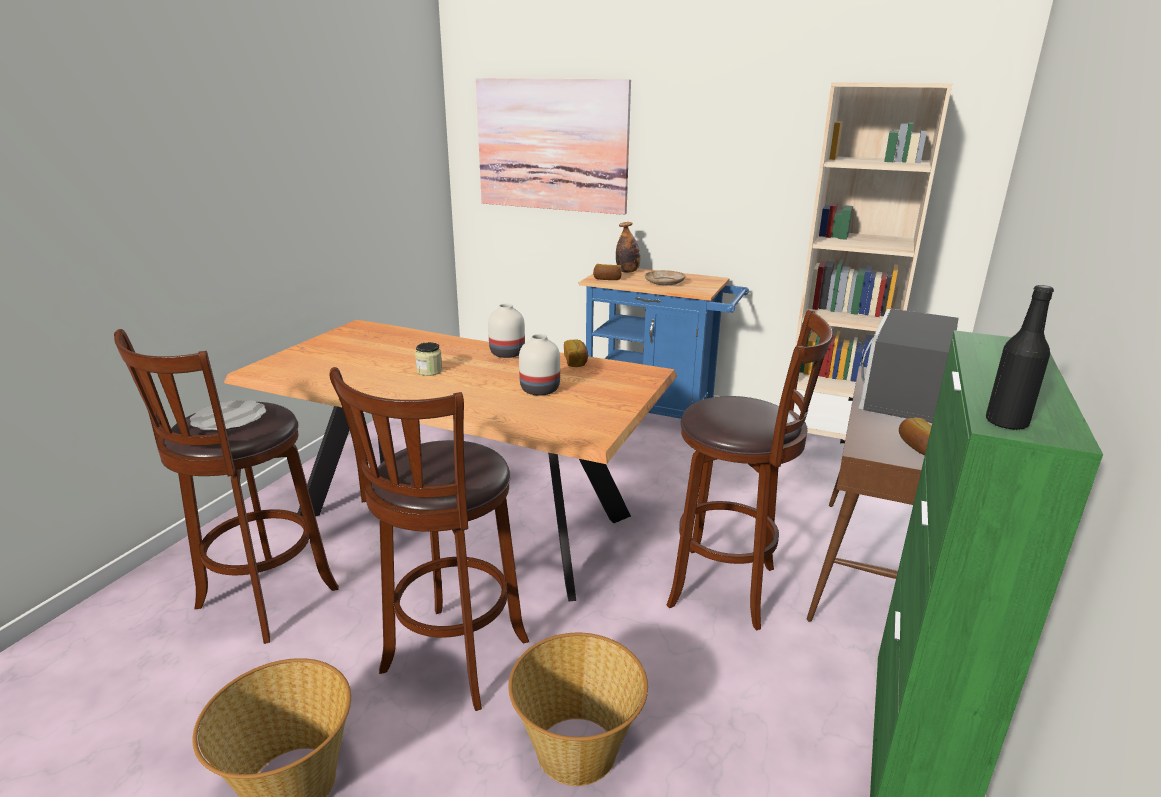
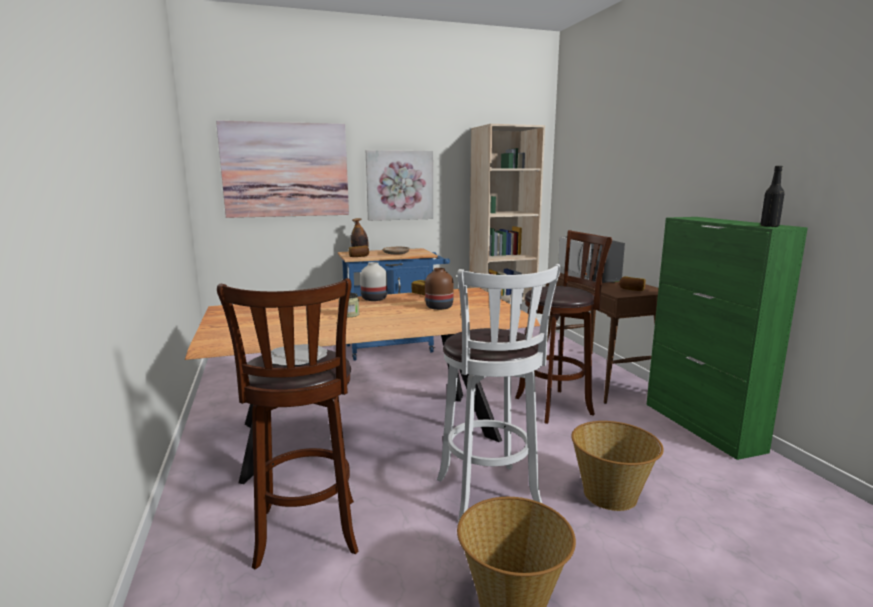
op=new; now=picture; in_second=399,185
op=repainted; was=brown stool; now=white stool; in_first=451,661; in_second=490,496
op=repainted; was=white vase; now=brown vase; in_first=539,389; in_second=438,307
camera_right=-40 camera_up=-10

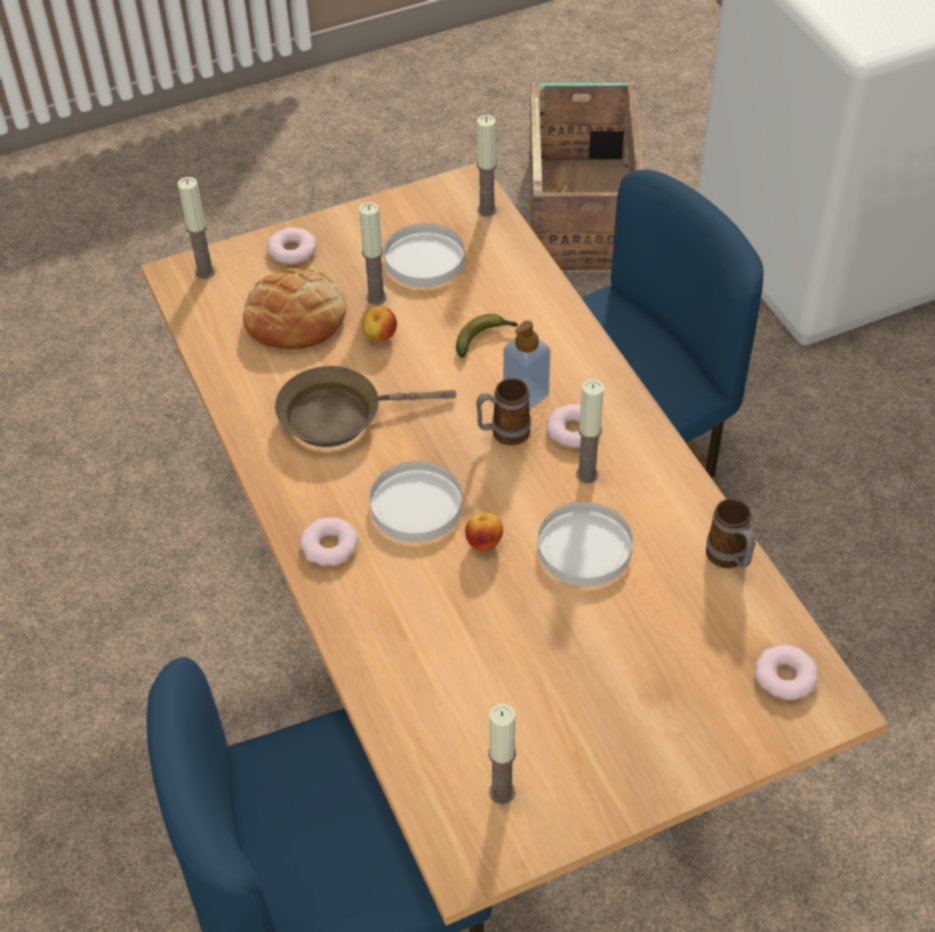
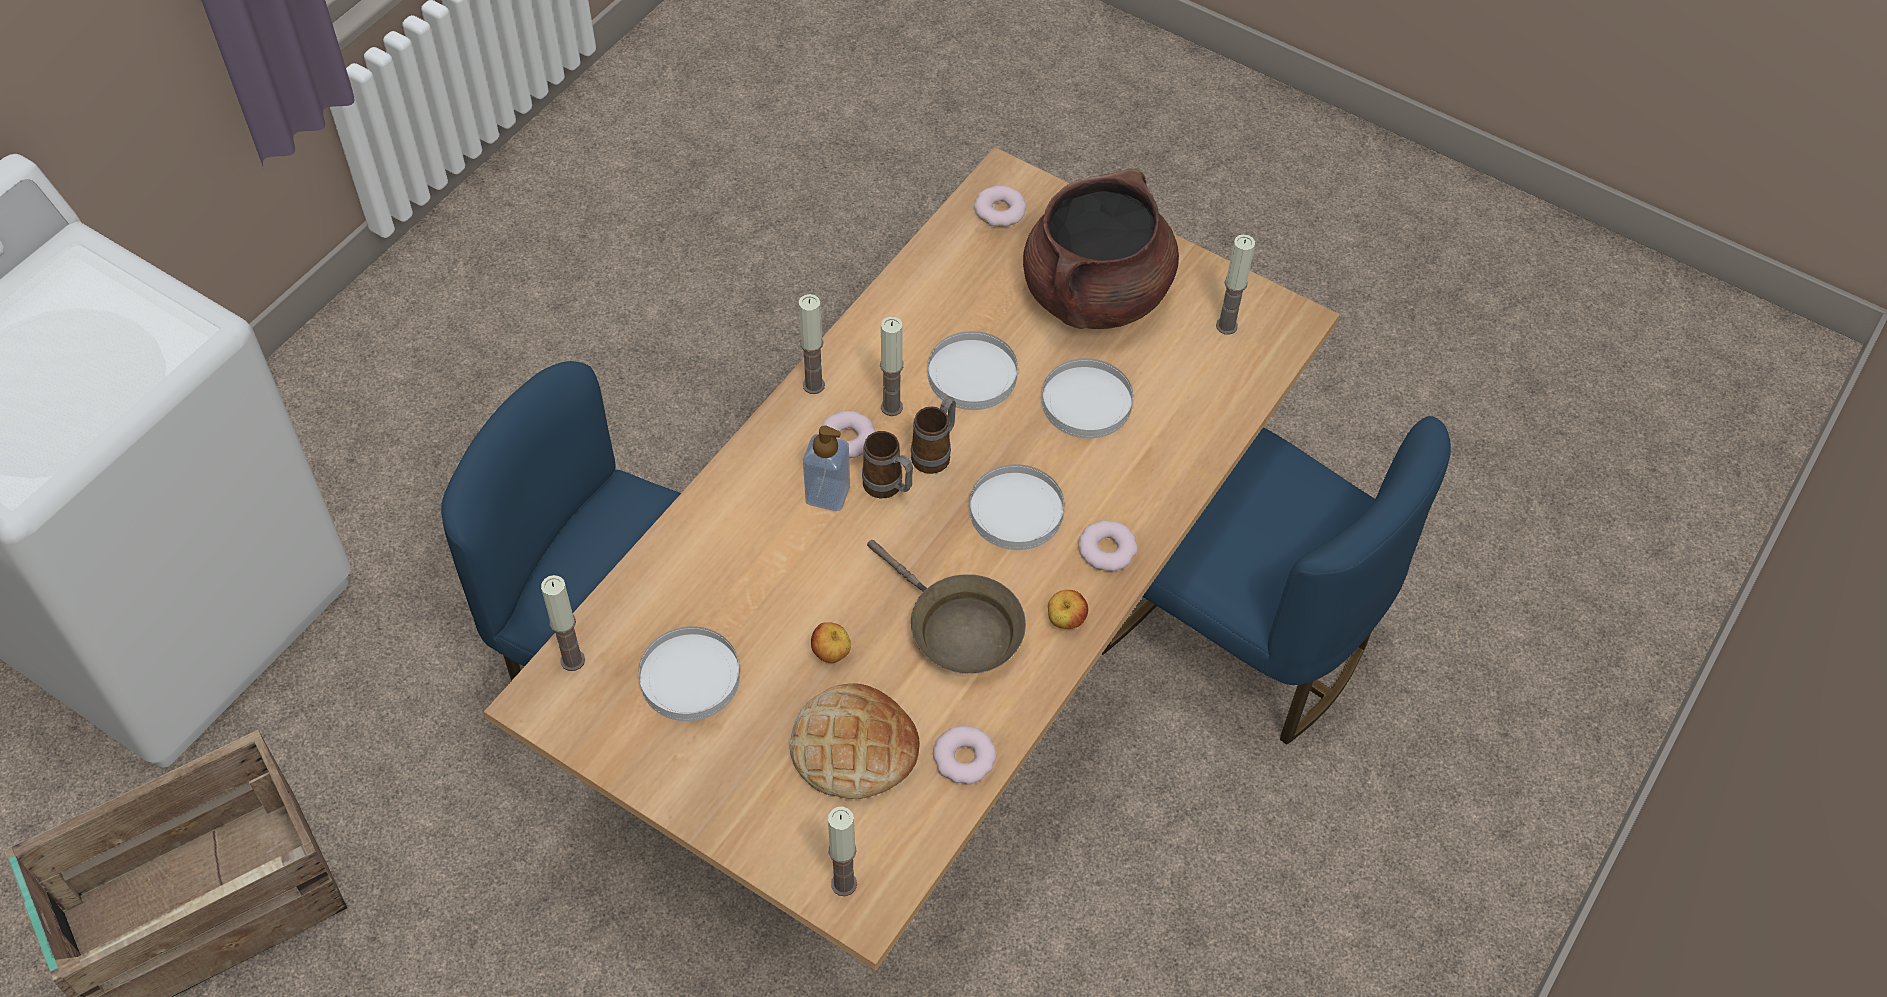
op=gone; was=banana; in_first=484,338
op=new; now=brown cooking pot; in_second=1095,295
op=new; now=white plate; in_second=1087,402
op=shifted; was=donut; in_first=291,250; in_second=964,759
op=shifted; was=candle; in_first=376,297; in_second=813,385
op=shifted; was=apple; in_first=484,543; in_second=1065,621
op=shifted; was=mug; in_first=729,560; in_second=935,453
camera_right=-125 camera_up=5

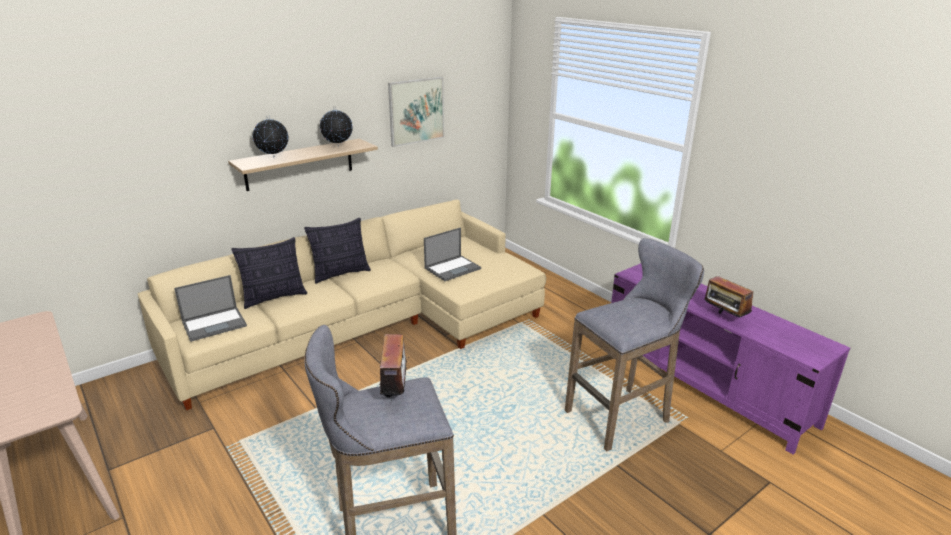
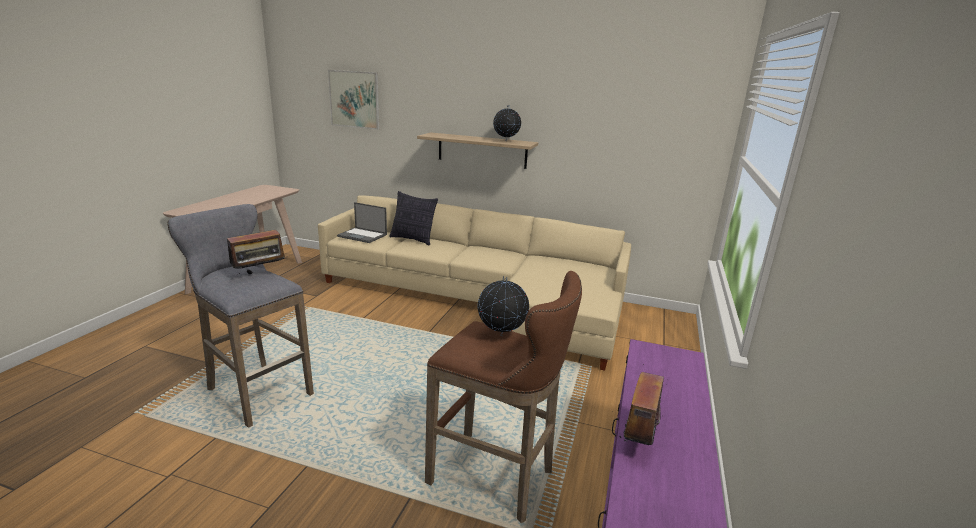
op=gone; was=pillow; in_first=341,274
op=gone; was=laptop; in_first=453,268
op=shifted; was=globe; in_first=273,158; in_second=501,335
op=shifted; was=picture; in_first=416,111; in_second=354,99
op=repainted; was=grey stool; now=brown stool; in_first=621,416; in_second=497,478
camera_right=55 camera_up=-5

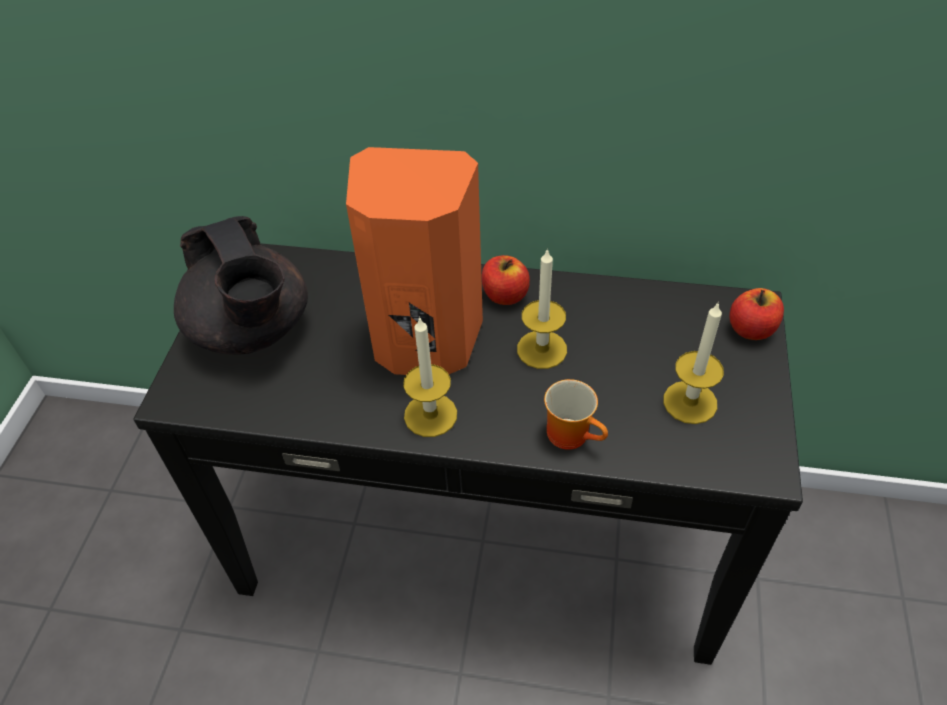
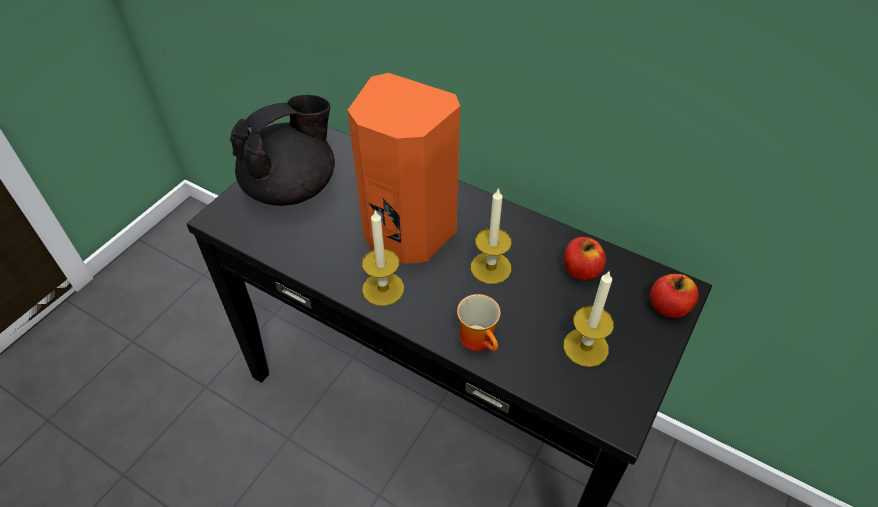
op=shifted; was=apple; in_first=505,295; in_second=581,270
op=rotated; was=black teapot; in_first=252,330; in_second=292,187; clockwise=-120
camera_right=20 camera_up=0

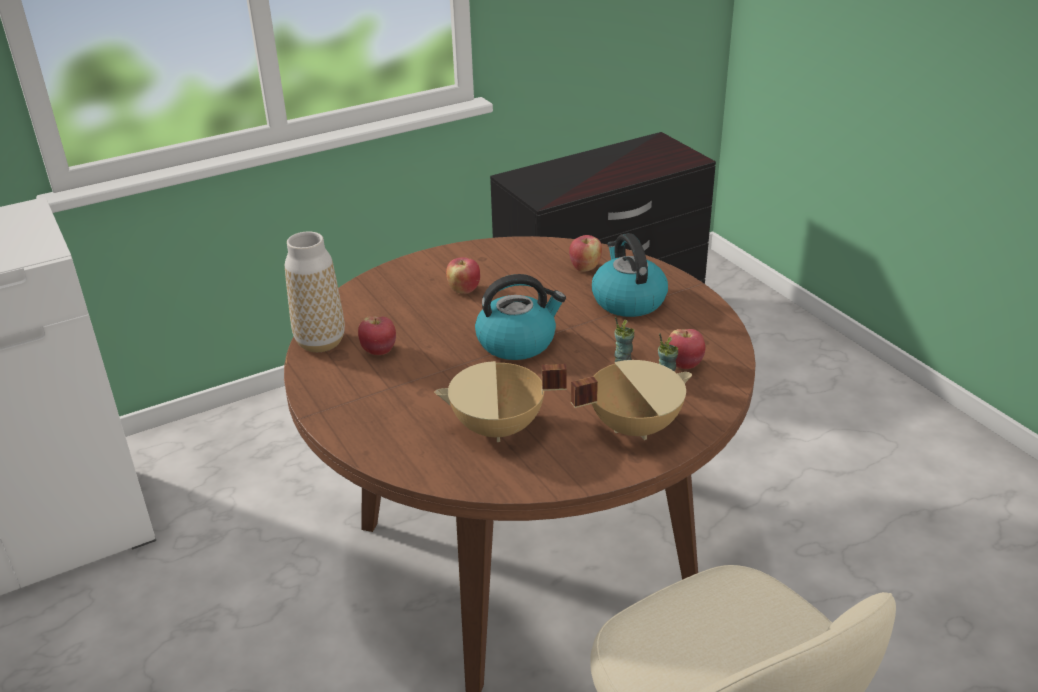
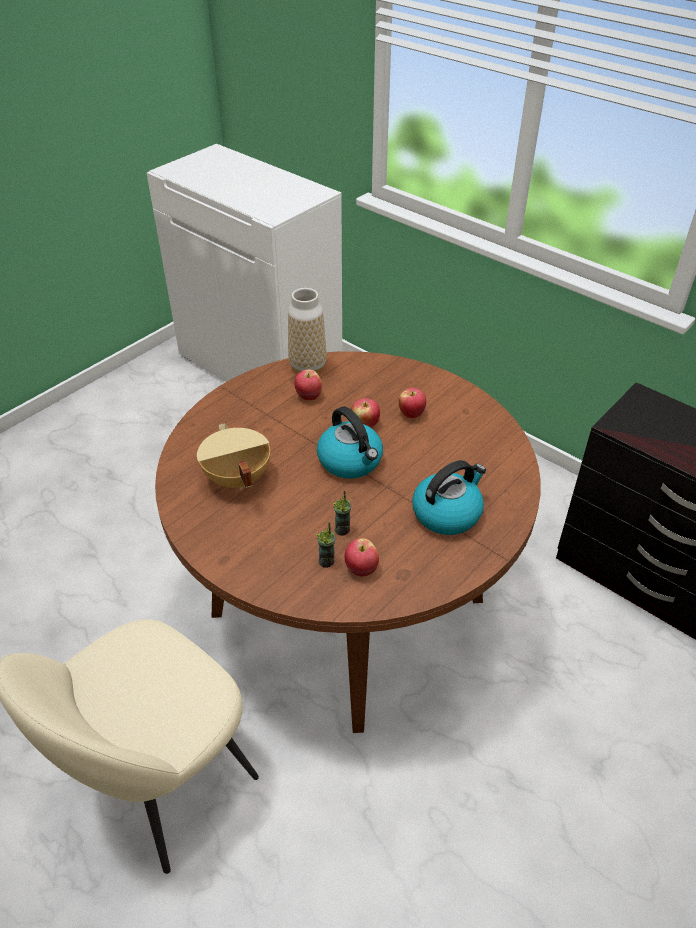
op=gone; was=beige cooking pot; in_first=633,426
op=shifted; was=apple; in_first=585,268; in_second=365,424
camera_right=70 camera_up=10

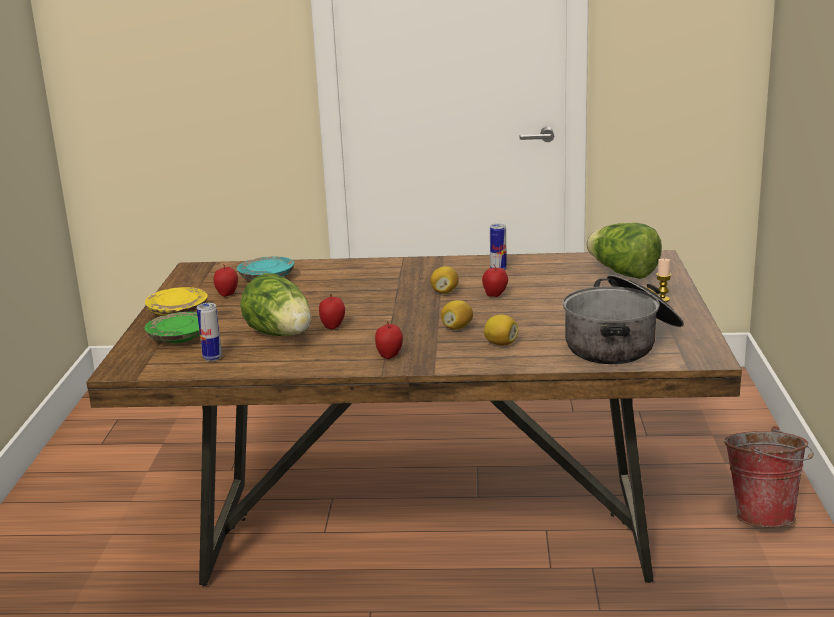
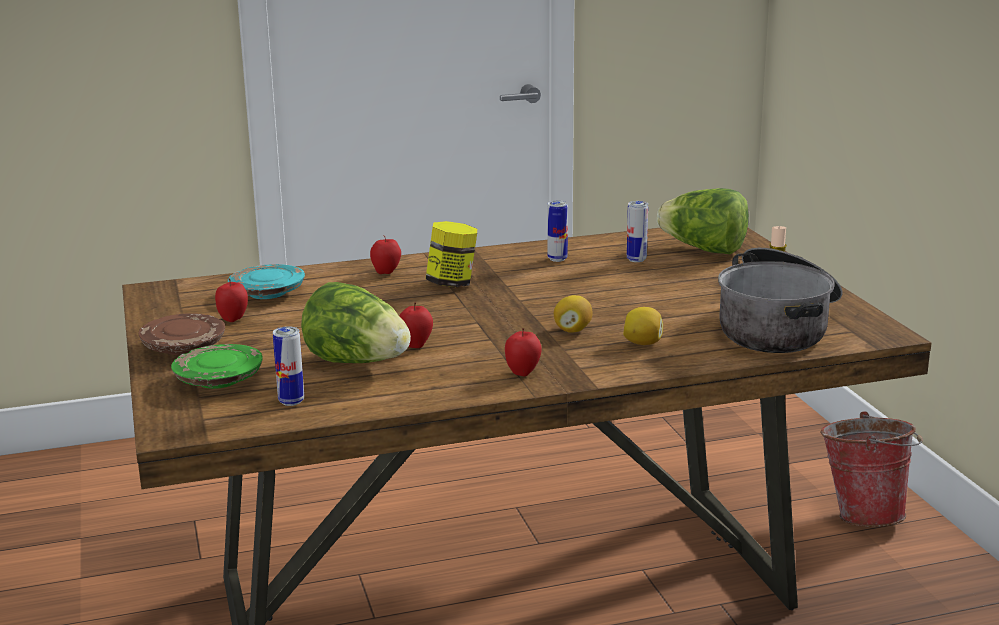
op=gone; was=lemon; in_first=444,292
op=new; now=jar; in_second=452,283
op=new; now=can; in_second=636,259
op=shifted; was=apple; in_first=495,295; in_second=386,272
op=repainted; was=yellow plate; now=brown plate; in_first=178,311; in_second=184,347
camera_right=-20 camera_up=0

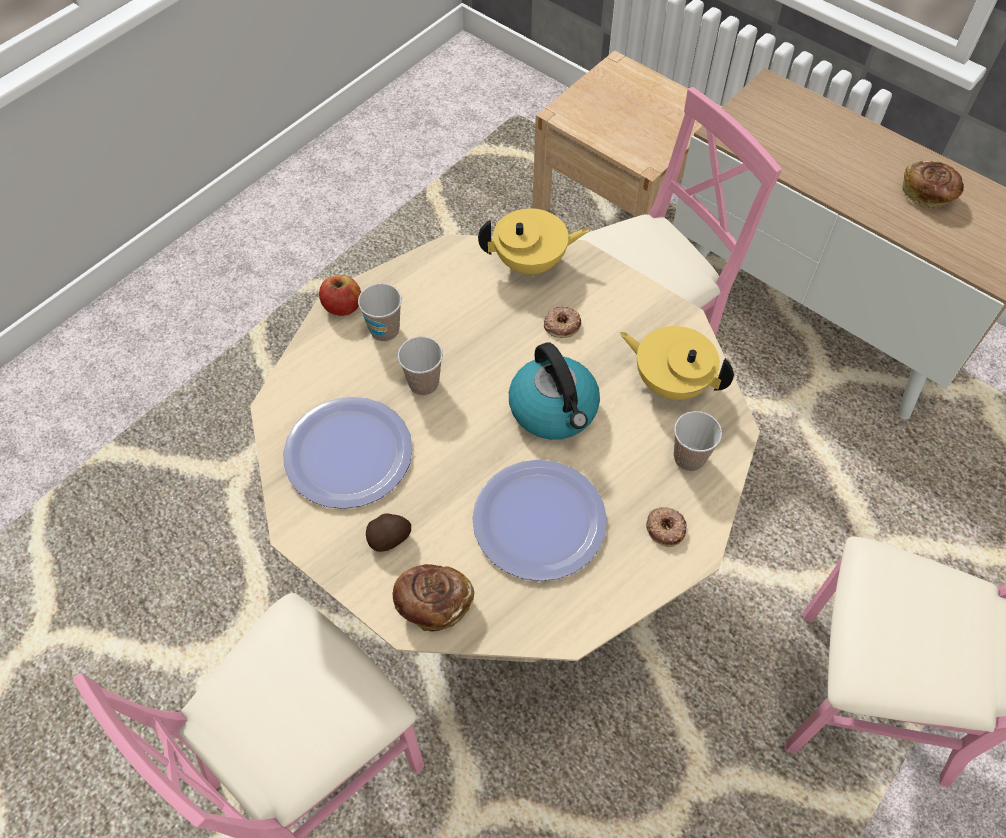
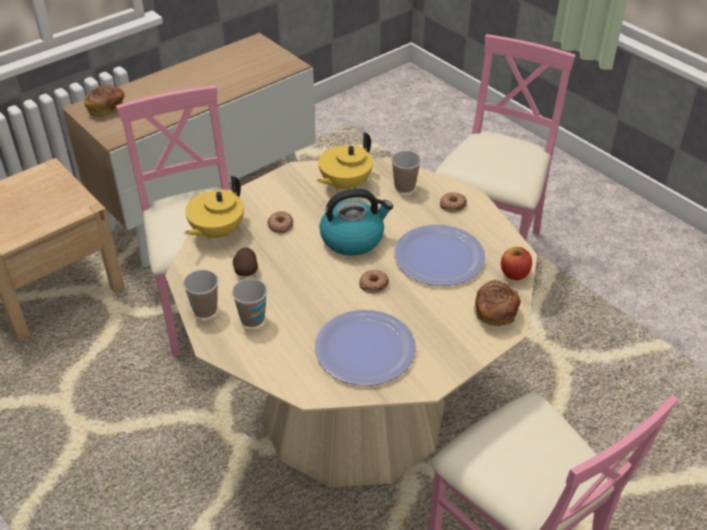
op=new; now=donut; in_second=373,283
op=shifted; was=apple; in_first=342,306; in_second=514,273
op=shifted; was=potato; in_first=390,538; in_second=246,270
op=shifted; was=cup; in_first=423,383; in_second=205,310
op=shifted; was=bread; in_first=927,195; in_second=107,108
op=rotated; was=yellow teapot; in_first=531,263; in_second=216,232; clockwise=-150
camera_right=-80 camera_up=-15

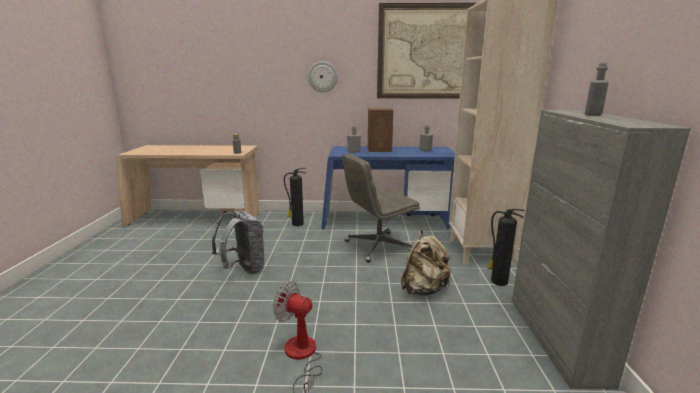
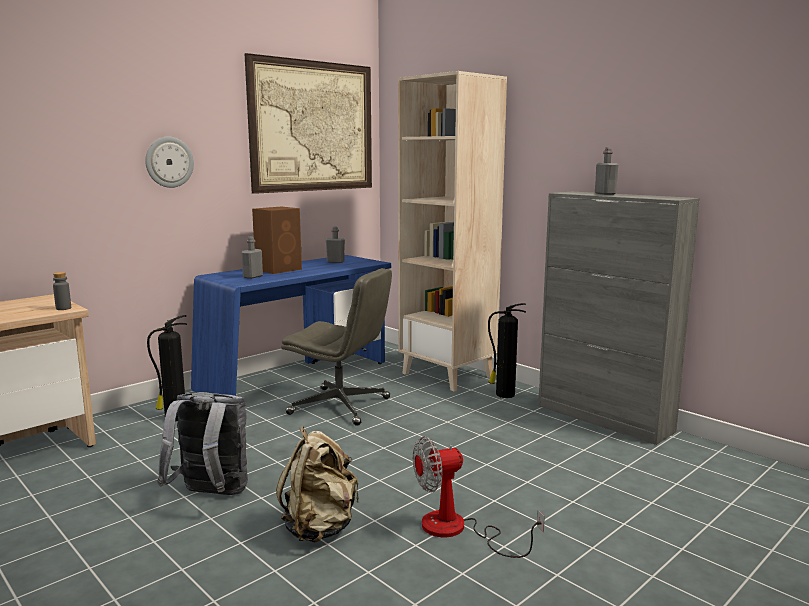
op=shifted; was=beige backpack; in_first=424,289; in_second=320,527
op=rotated; was=grey office chair; in_first=378,247; in_second=341,406; clockwise=-90
camera_right=-45 camera_up=-5

